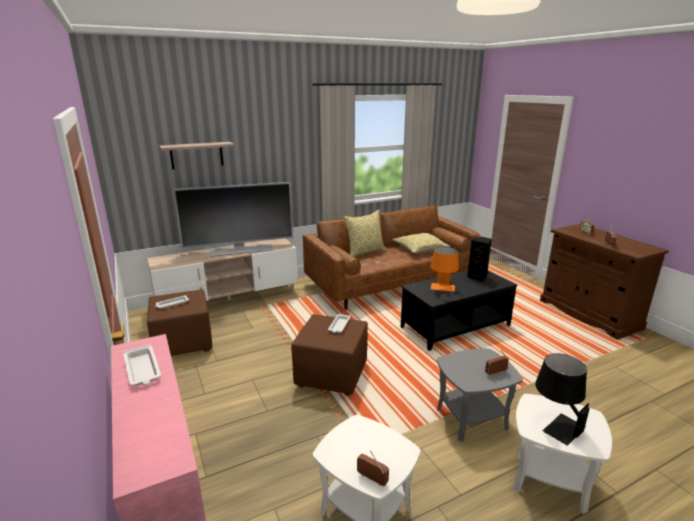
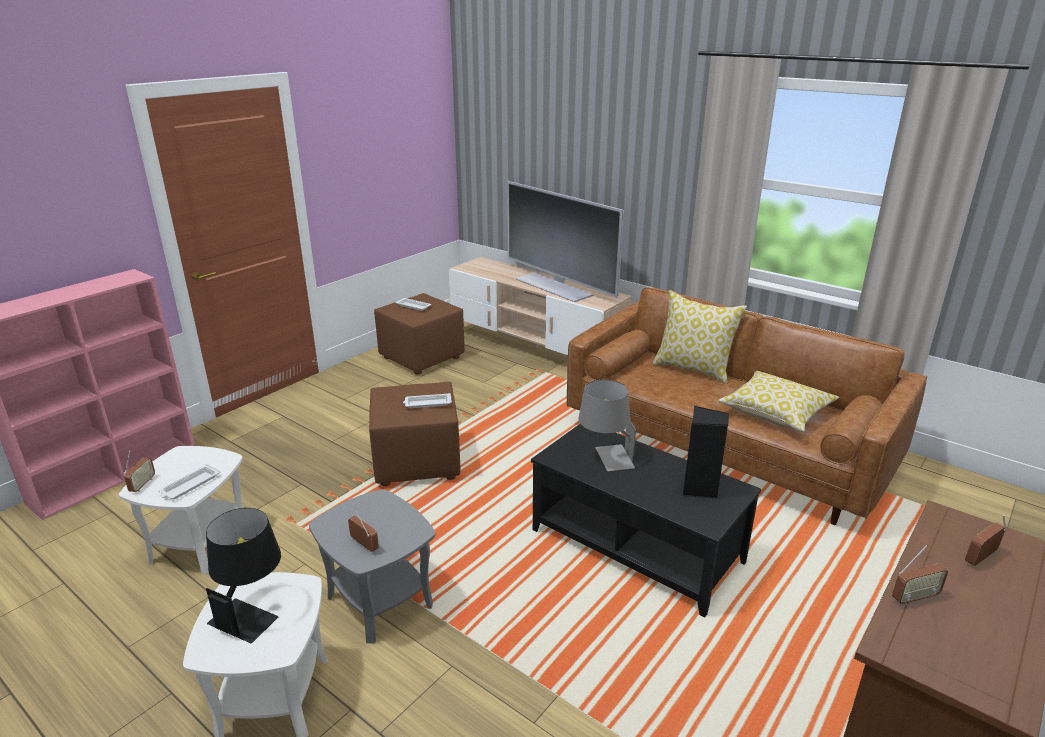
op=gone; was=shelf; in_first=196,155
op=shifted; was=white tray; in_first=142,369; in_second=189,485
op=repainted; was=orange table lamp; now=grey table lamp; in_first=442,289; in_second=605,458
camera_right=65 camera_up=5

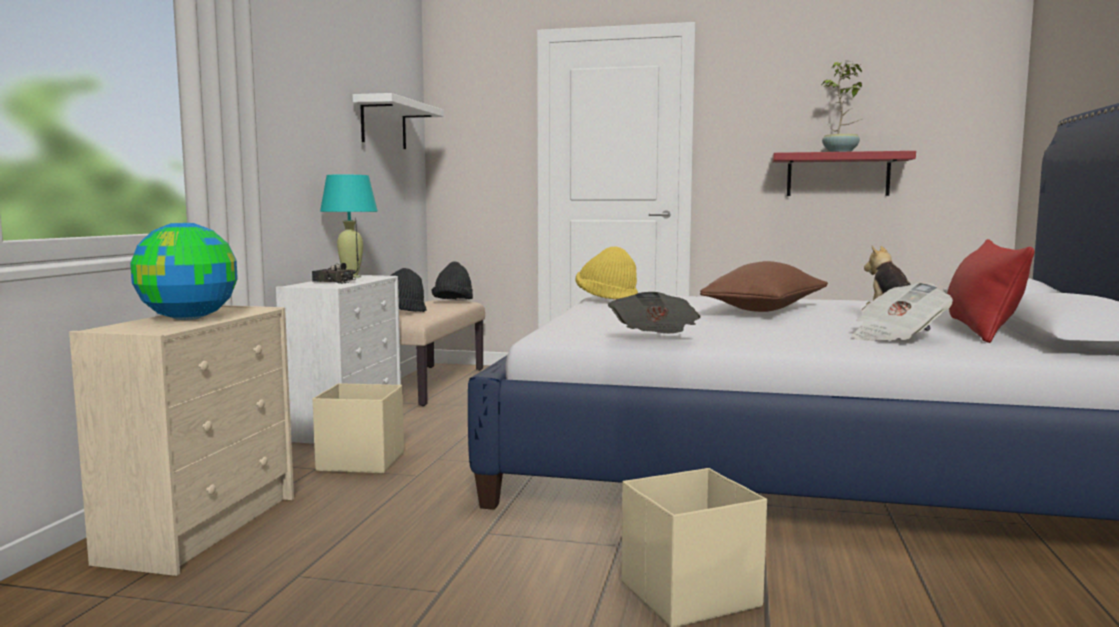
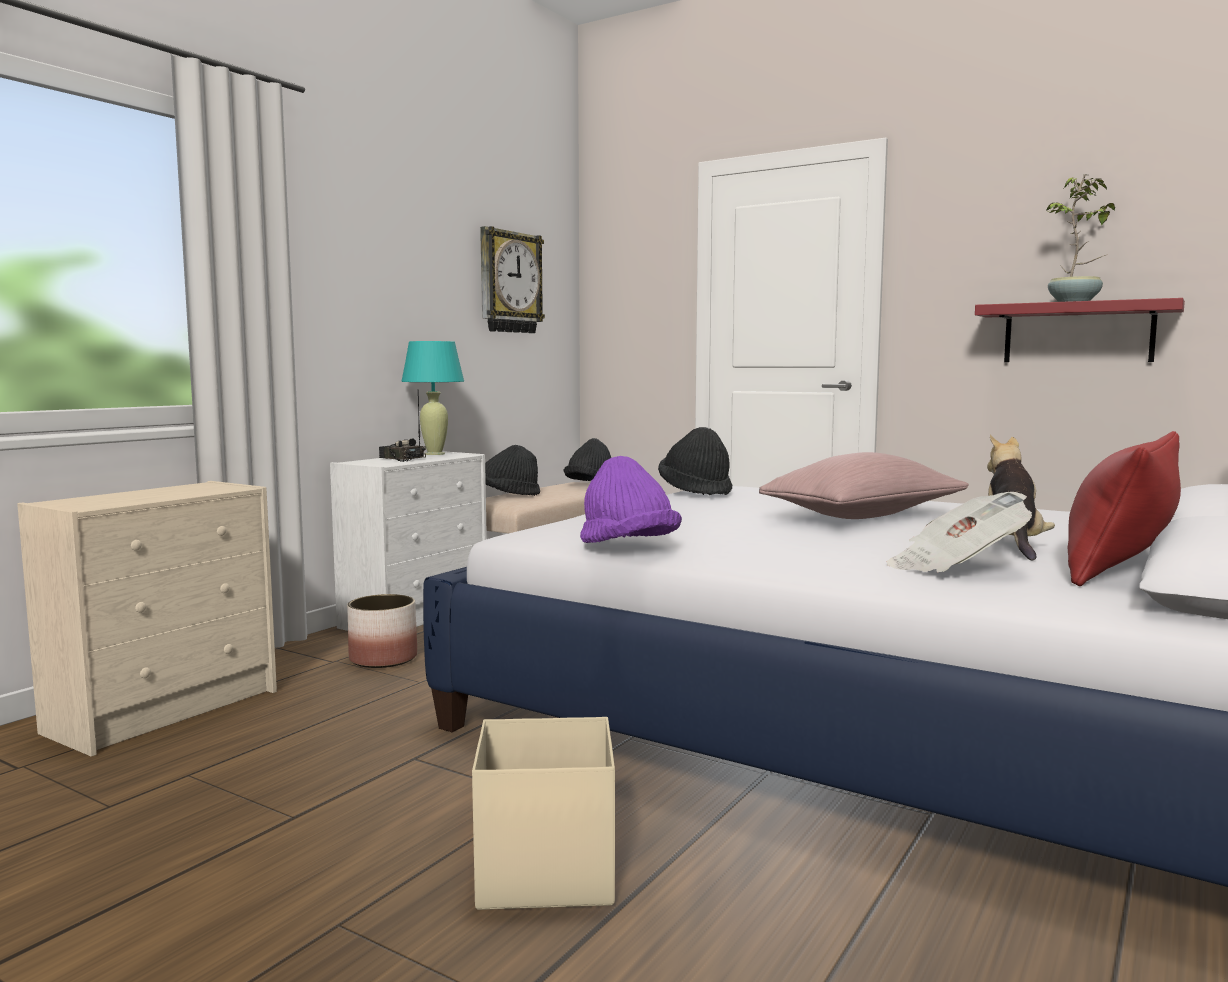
op=gone; was=globe; in_first=189,318
op=swapped; was=beige storage box; now=planter; in_first=360,461; in_second=382,659
op=swapped; was=white shelf; now=wall clock; in_first=383,124; in_second=509,282
op=swapped; was=newspaper; now=purple hat; in_first=655,339; in_second=628,548
op=repainted; was=yellow hat; now=black hat; in_first=607,298; in_second=695,491
op=repainted; was=brown pillow; now=pink pillow; in_first=766,310; in_second=864,517
camera_right=20 camera_up=0

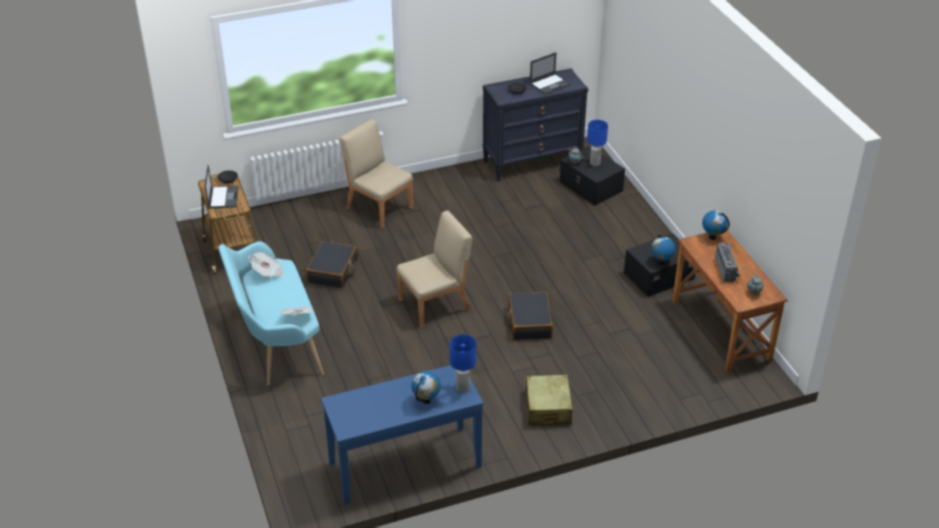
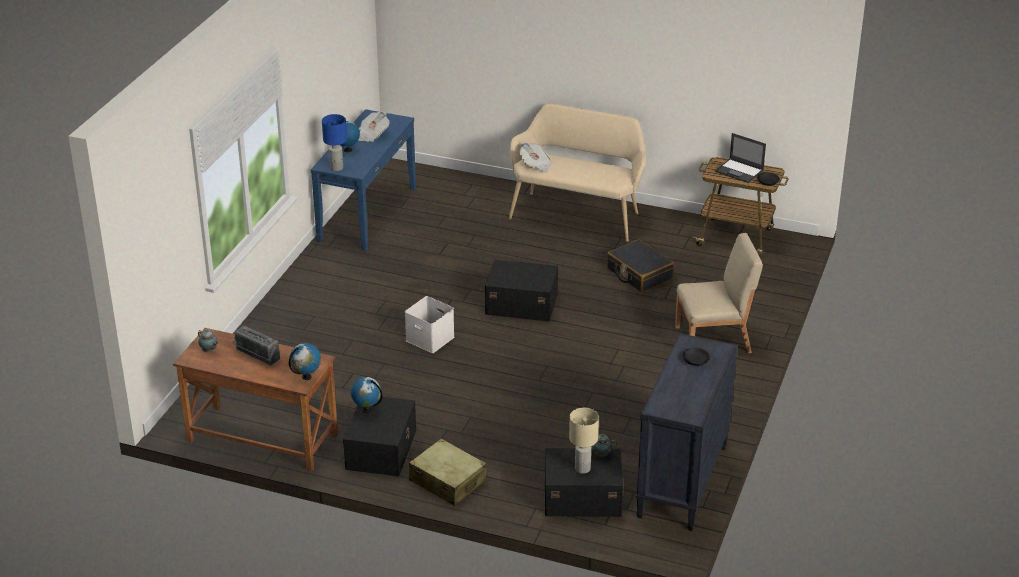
op=gone; was=laptop; in_first=550,84
op=shifted; was=newspaper; in_first=268,272; in_second=372,135
op=shifted; was=beige suitcase; in_first=548,407; in_second=447,481
op=swapped; was=beige chair; now=black storage box; in_first=435,304; in_second=521,304
op=swapped; was=black suitcase; now=white storage box; in_first=529,322; in_second=429,339
op=repainted; was=turquoise bench; now=beige bench; in_first=275,342; in_second=577,214
op=repainted; was=blue table lamp; now=beige table lamp; in_first=595,163; in_second=583,469
camera_right=130 camera_up=-5

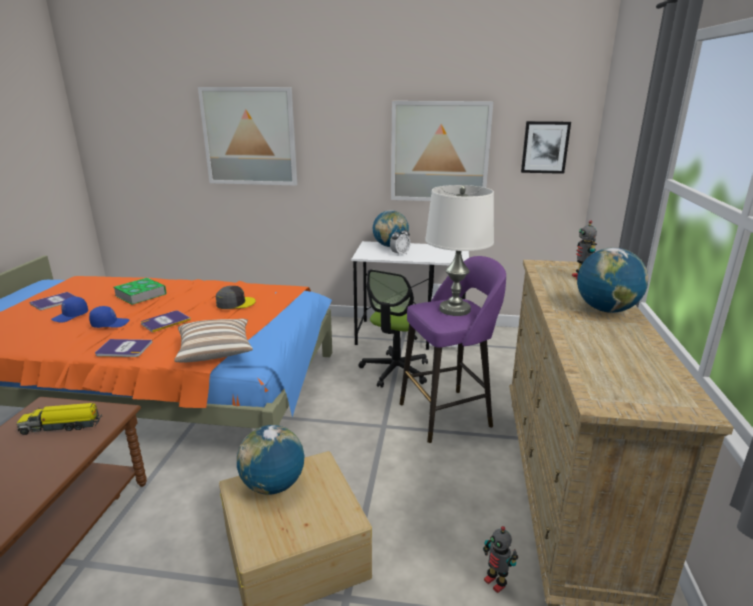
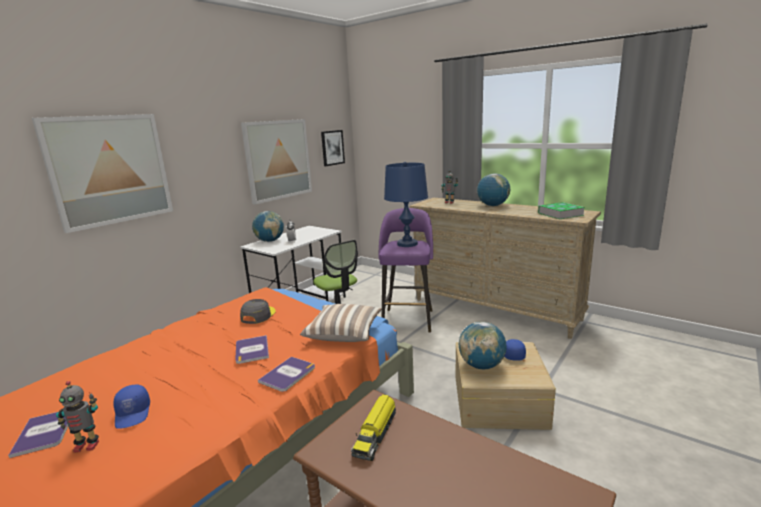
op=shifted; was=blue cap; in_first=110,324; in_second=513,354
op=shifted; was=book; in_first=141,294; in_second=560,214
op=shifted; was=toy robot; in_first=495,582; in_second=87,445
op=repainted; was=white table lamp; now=blue table lamp; in_first=455,309; in_second=407,244
camera_right=-60 camera_up=-5

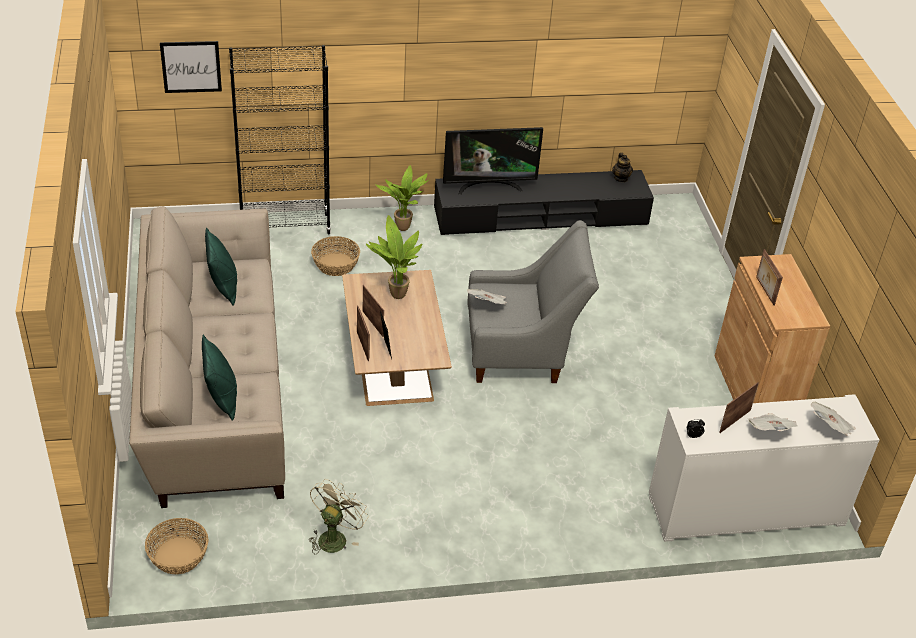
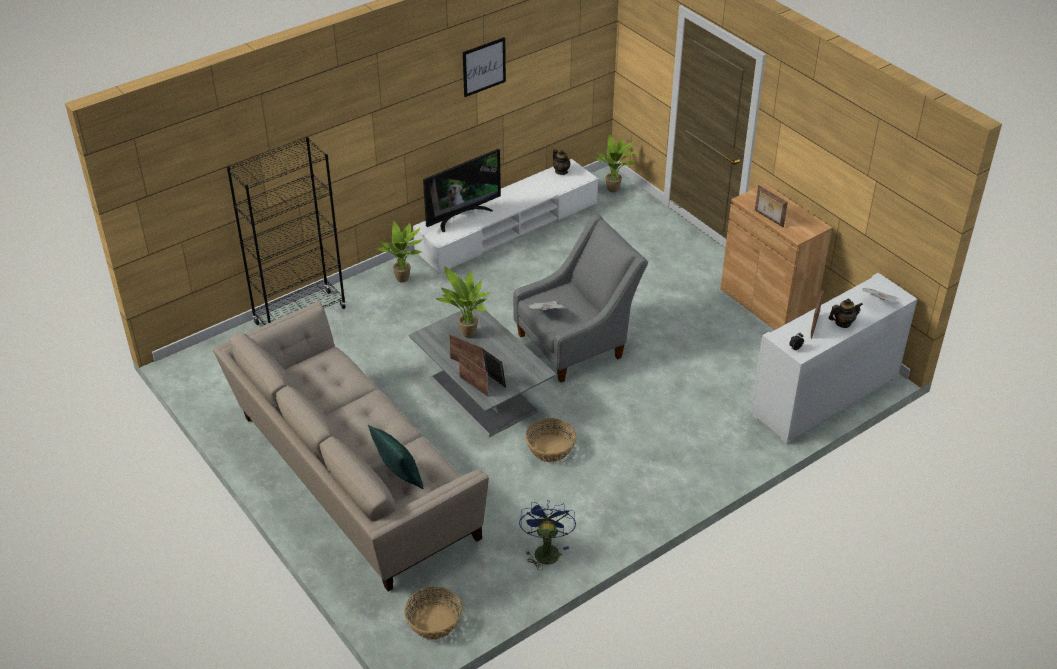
op=gone; was=green pillow; in_first=223,287
op=new; now=potted plant; in_second=615,190
op=shifted; was=picture; in_first=191,66; in_second=484,66
op=shifted; was=basket; in_first=335,264; in_second=550,448
op=swapped; was=newspaper; now=teapot; in_first=769,431; in_second=843,323
op=repainted; was=beige fan; now=blue fan; in_first=334,536; in_second=545,550
op=repainted; was=brown coffee table; now=grey coffee table; in_first=392,361; in_second=481,393
op=repainted; was=black tv stand; now=white tv stand; in_first=541,216; in_second=508,227
camera_right=-25 camera_up=0

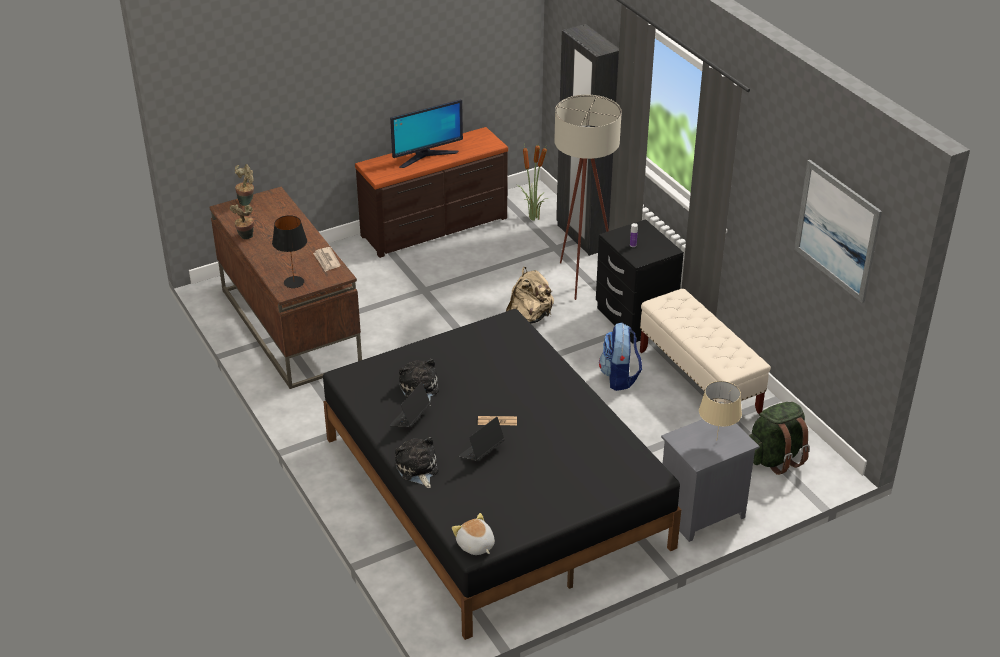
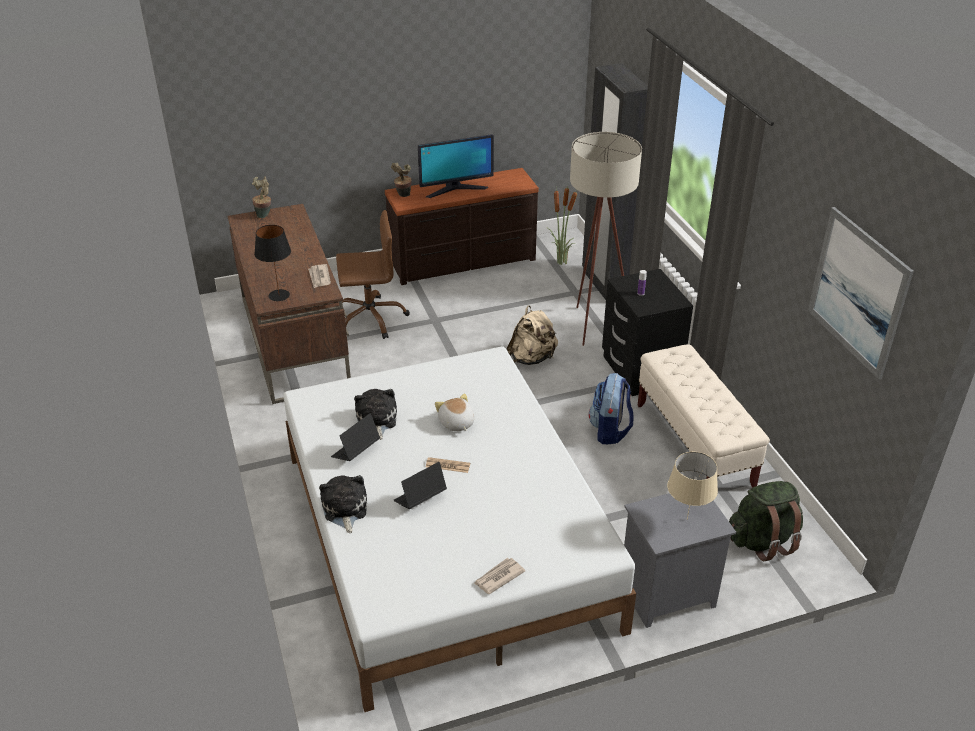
op=new; now=brown office chair; in_second=370,318
op=new; now=newspaper; in_second=498,577
op=shifted; was=potted plant; in_first=245,237; in_second=403,195
op=shifted; was=plush toy; in_first=475,545; in_second=456,423
op=repainted; was=black bed; now=white bed; in_first=494,492; in_second=445,539
camera_right=10 camera_up=0

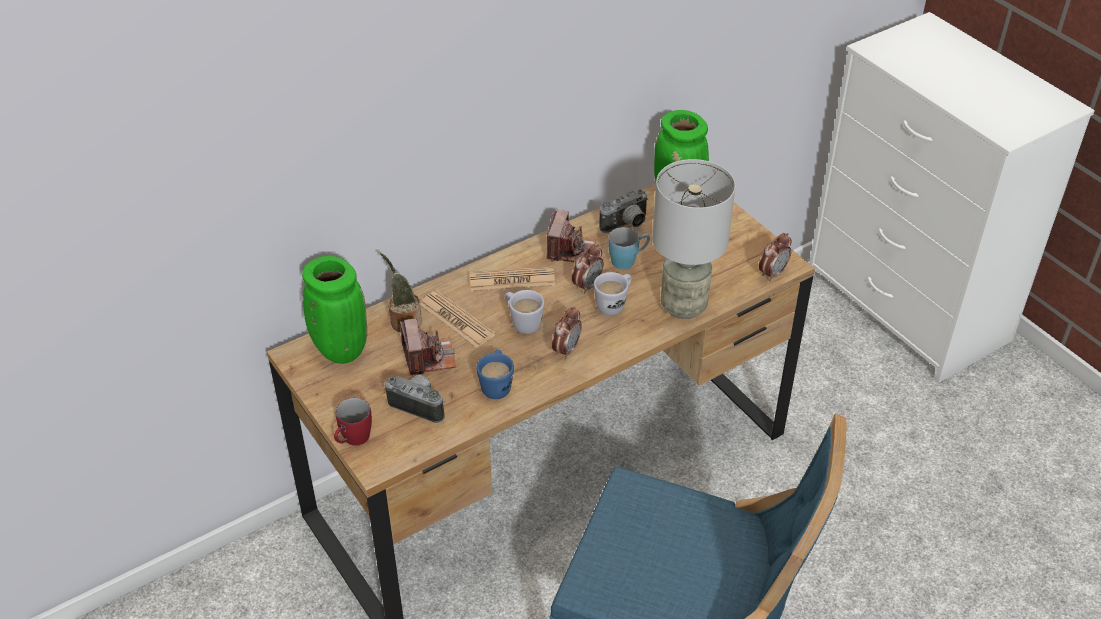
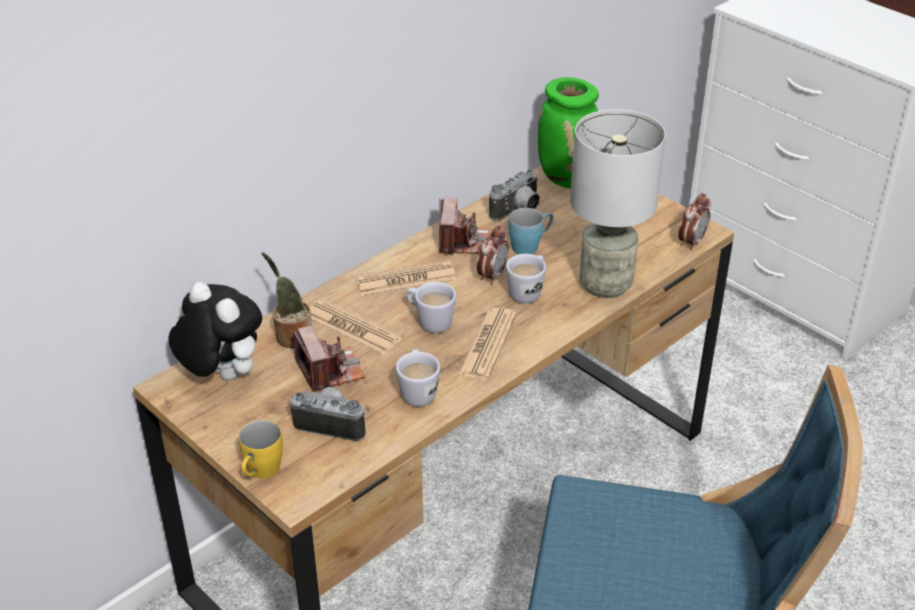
op=swapped; was=green vase; now=plush toy; in_first=339,350; in_second=221,375
op=swapped; was=alarm clock; now=newspaper; in_first=566,350; in_second=488,344
op=repainted; was=red mug; now=yellow mug; in_first=353,440; in_second=260,473
op=repainted; was=blue mug; now=white mug; in_first=496,385; in_second=418,391
camera_right=-10 camera_up=-5

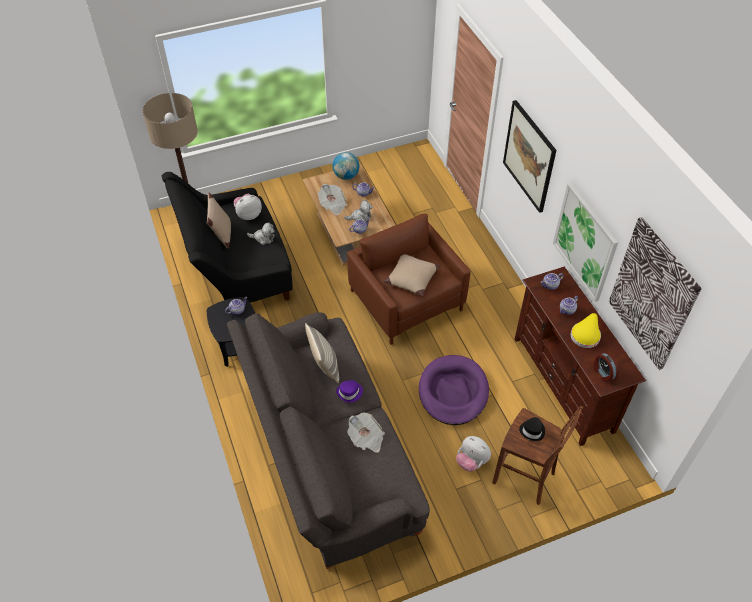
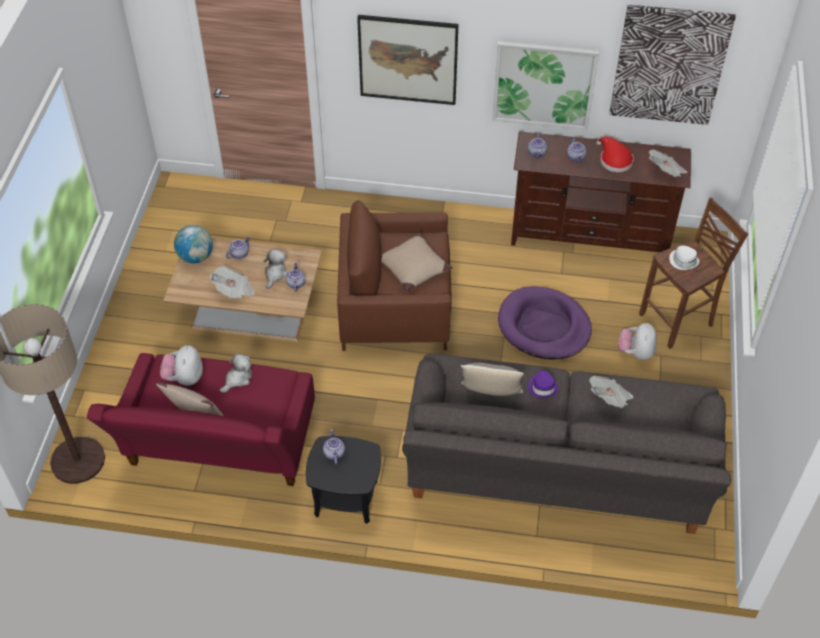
op=swapped; was=alarm clock; now=newspaper; in_first=603,373; in_second=666,171
op=repainted; was=black sofa; now=red sofa; in_first=237,269; in_second=219,450
op=repainted; was=black hat; now=white hat; in_first=532,431; in_second=683,261
op=repainted; was=yellow hat; now=red hat; in_first=585,334; in_second=614,160
op=rotated; was=plush toy; in_first=471,461; in_second=635,352; clockwise=120
camera_right=-60 camera_up=0

